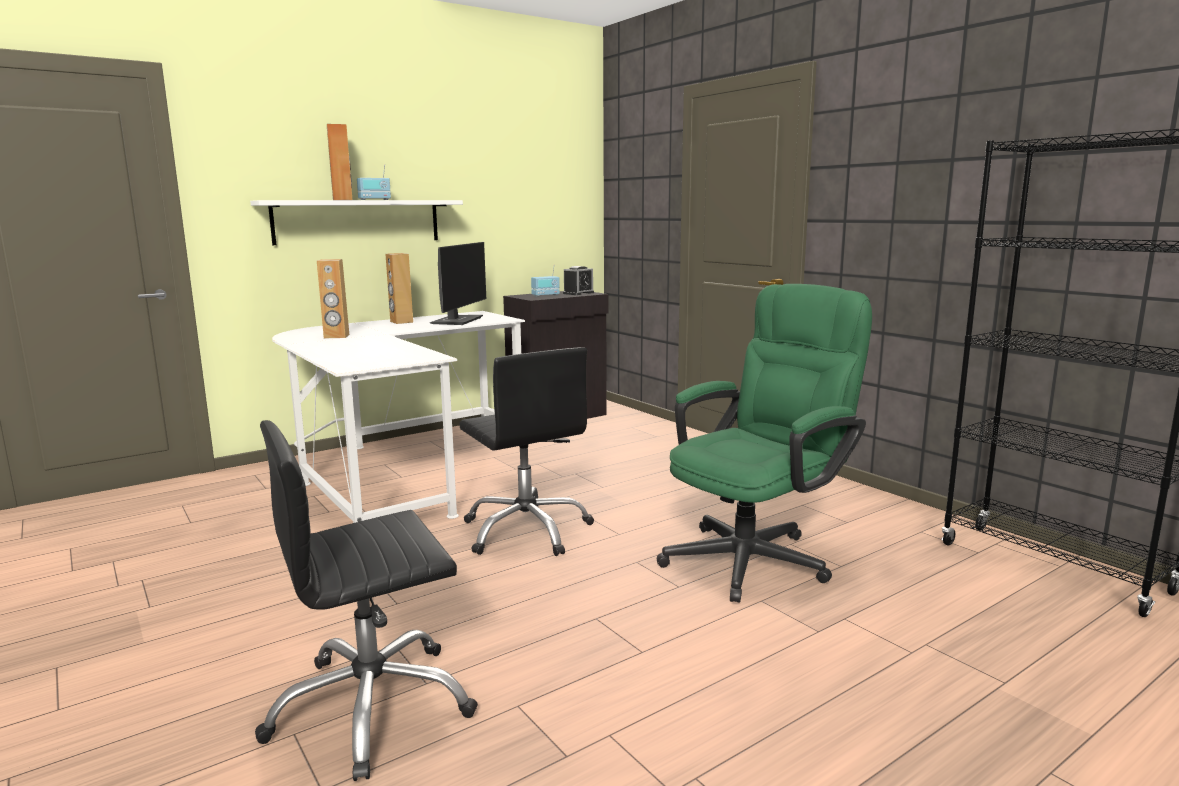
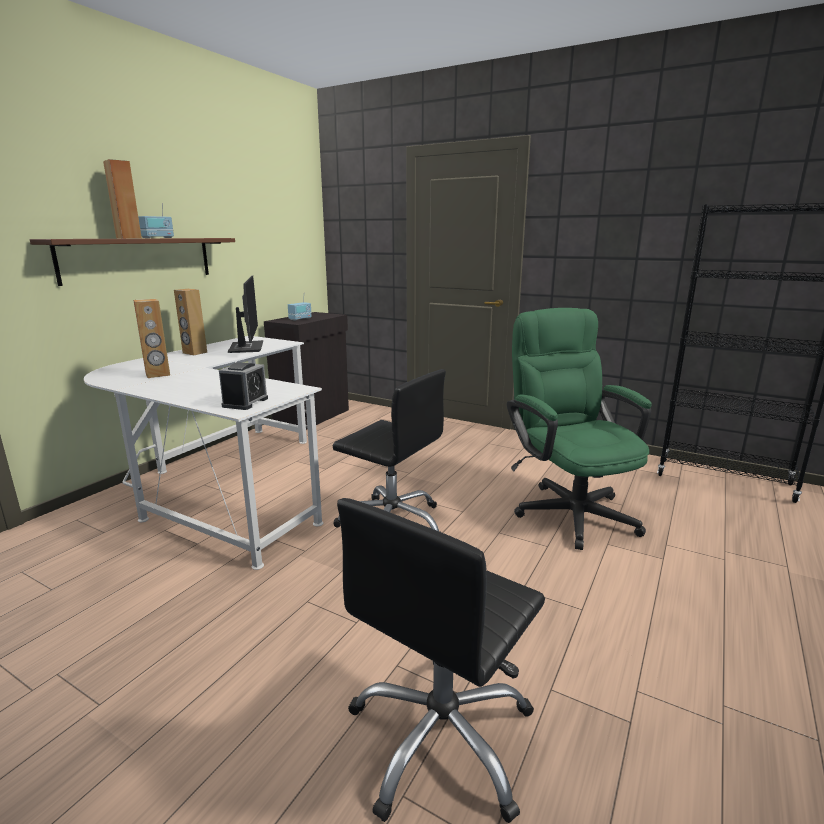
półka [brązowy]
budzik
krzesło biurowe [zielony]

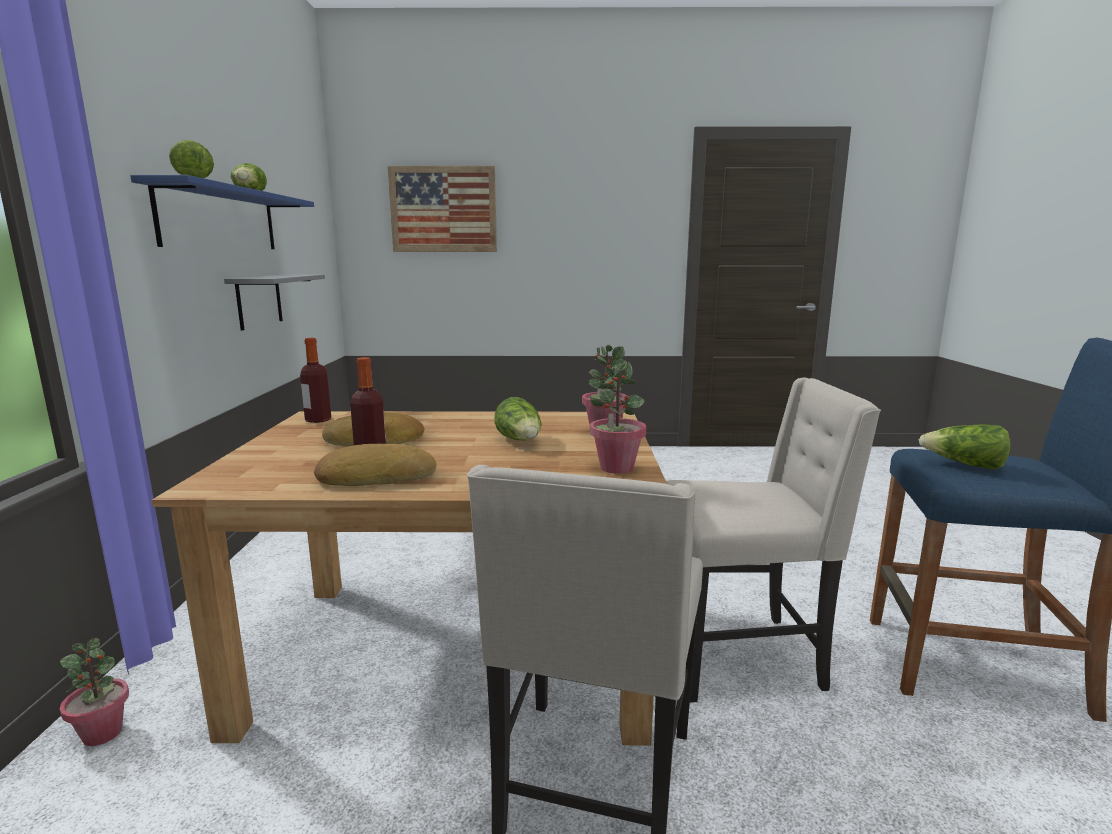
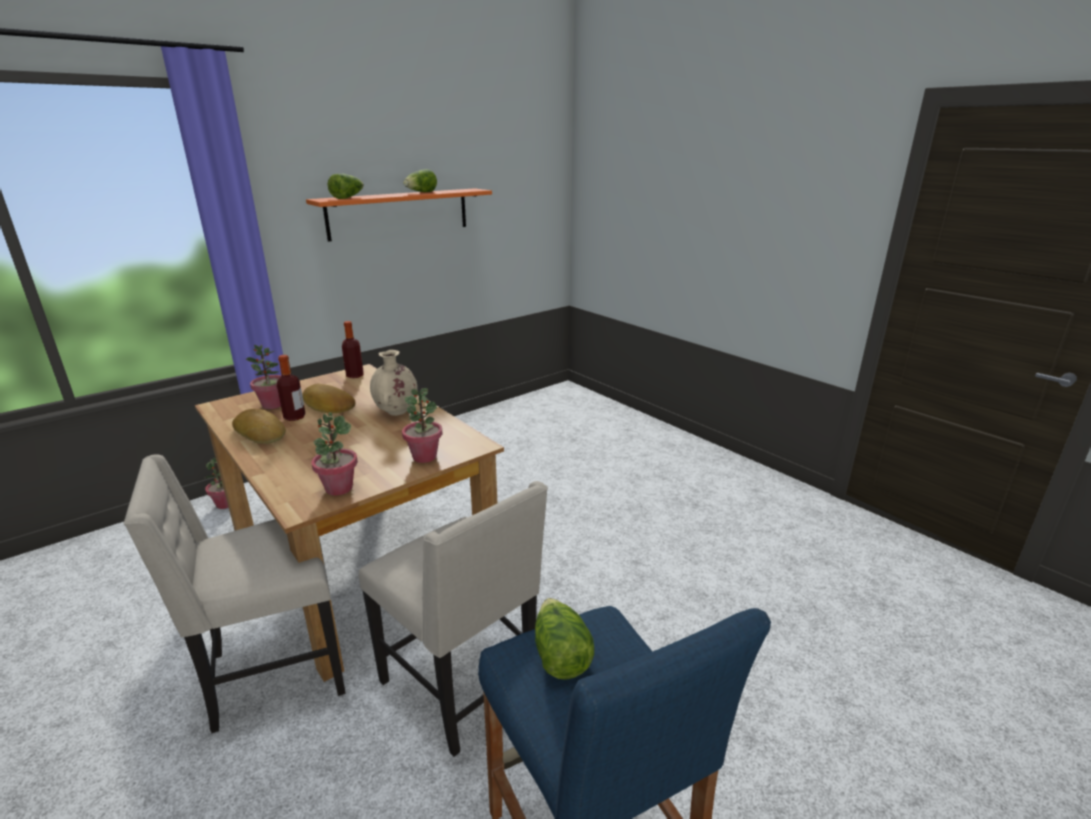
obraz
półka [pomarańczowy]
półka [szary]
sałata (3rd from left in the first image)
roślina doniczkowa (2nd from left)
wazon [beżowy]

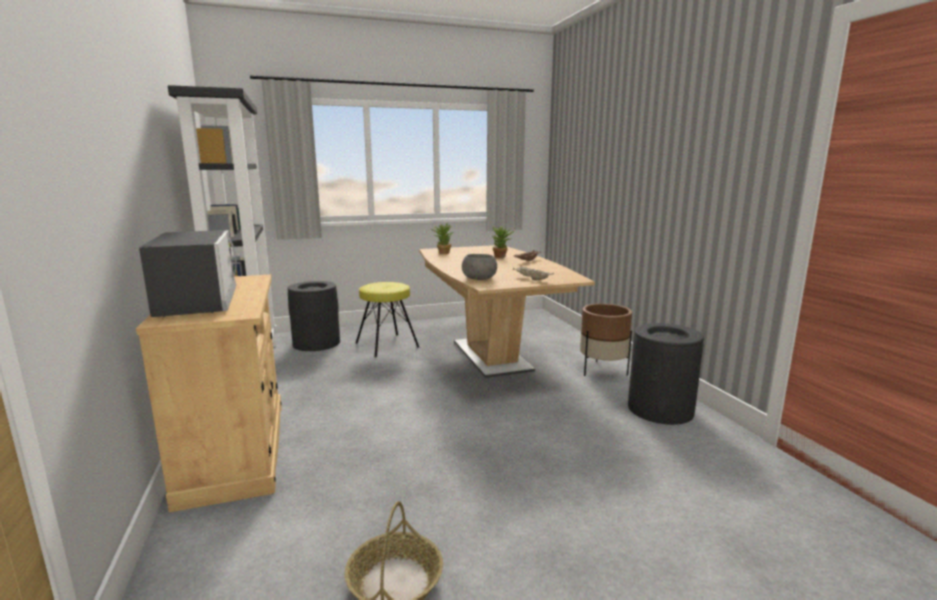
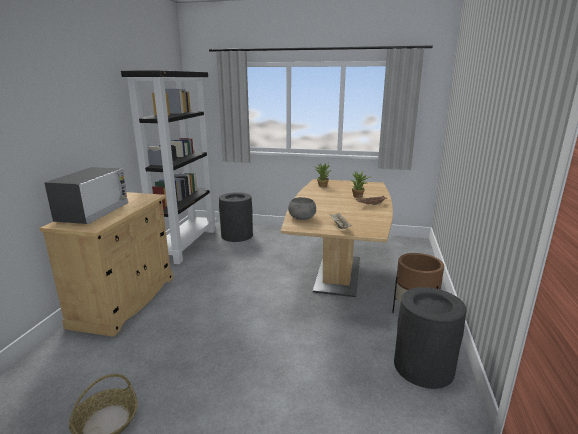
stołek [żółty]

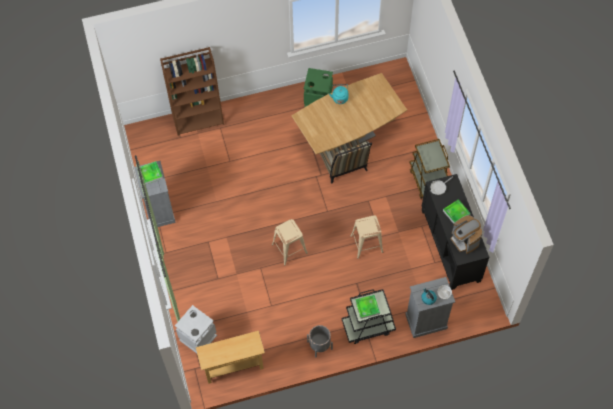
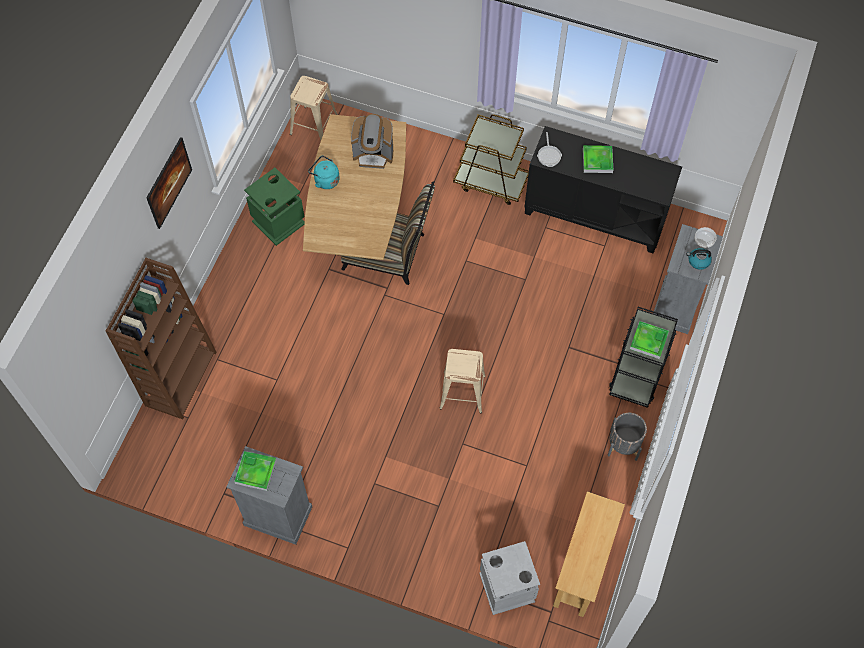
stołek [beżowy] (1st from left)
ekspres do kawy
obraz

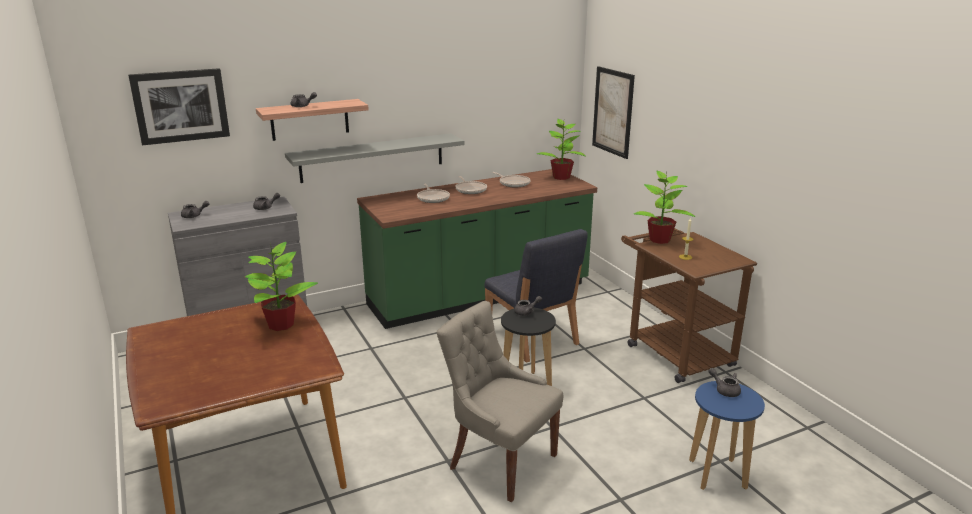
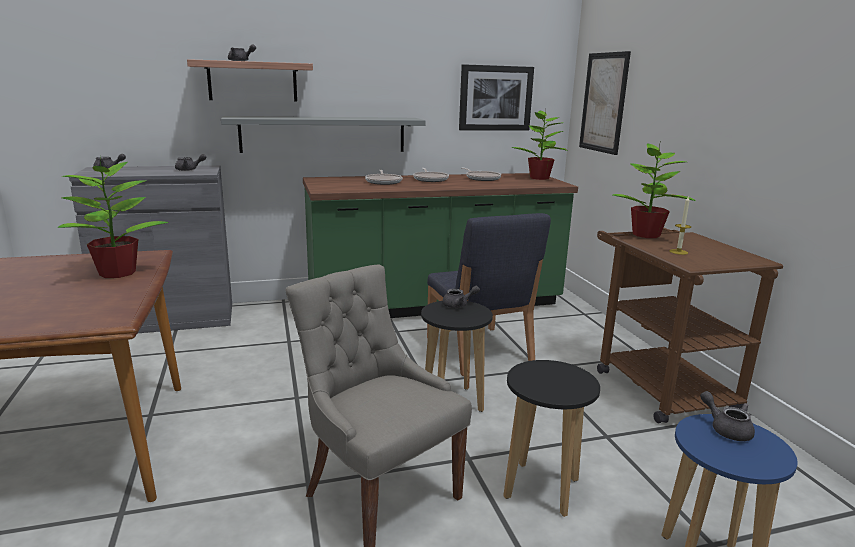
obraz (1st from left)
stołek [czarny] (2nd from left)

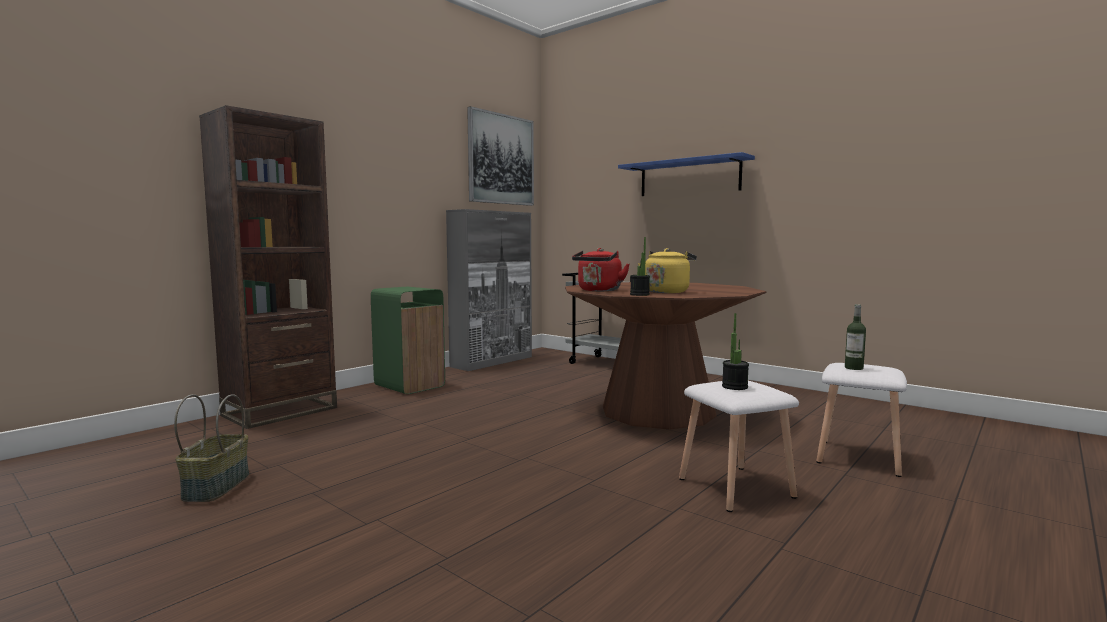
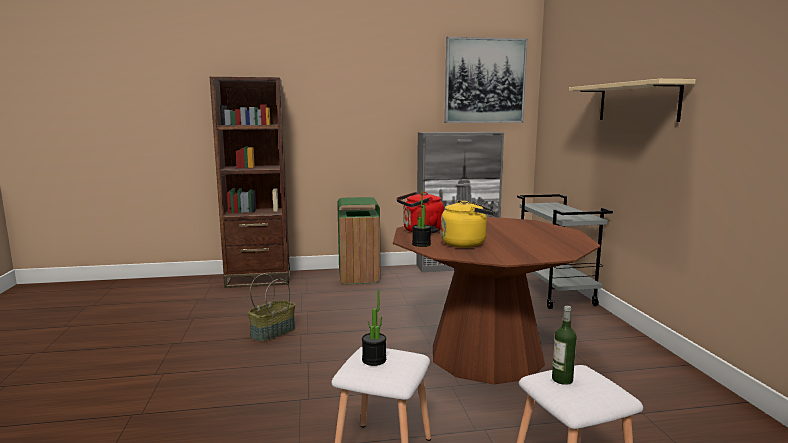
półka [beżowy]
koszyk

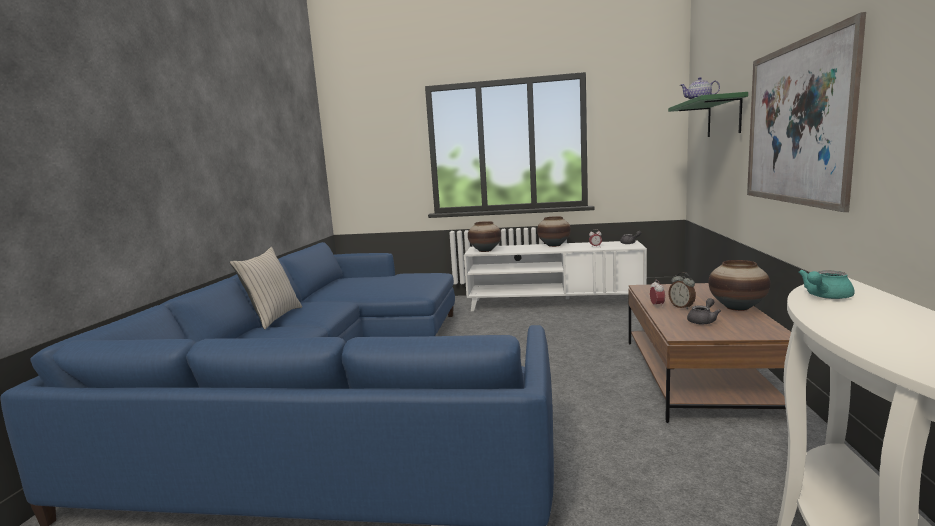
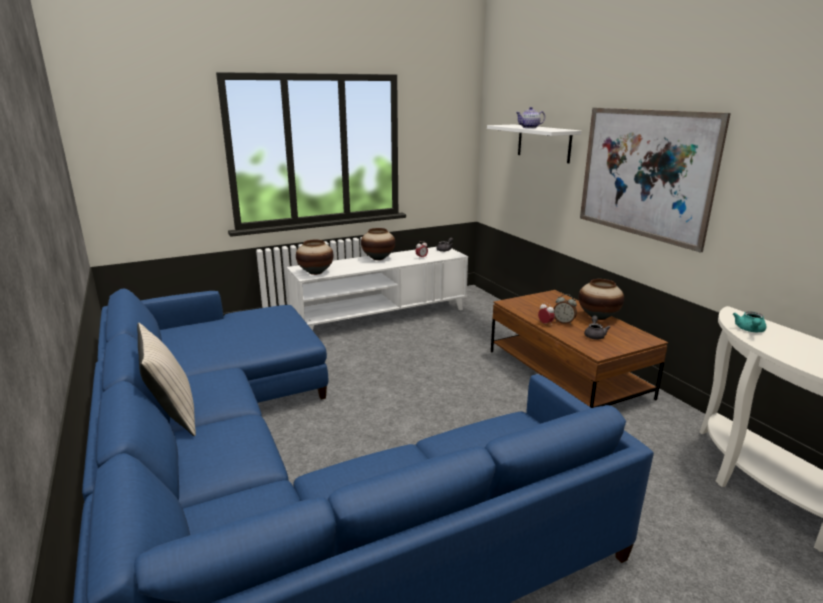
półka [biały]

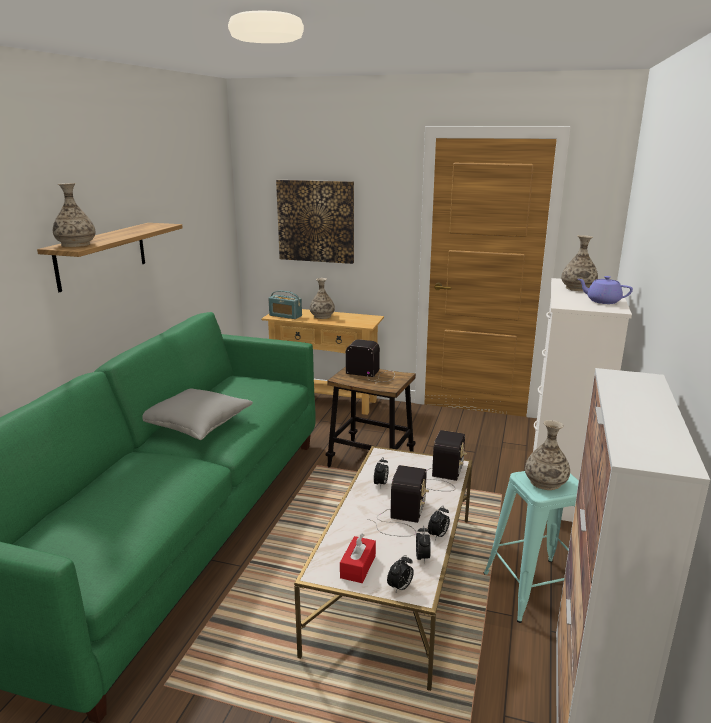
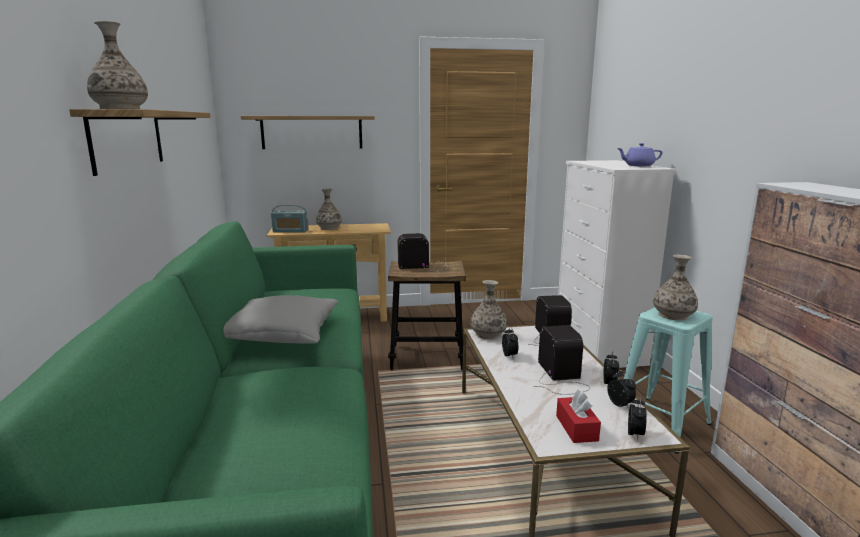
półka (2nd from left)
wazon (3rd from left)

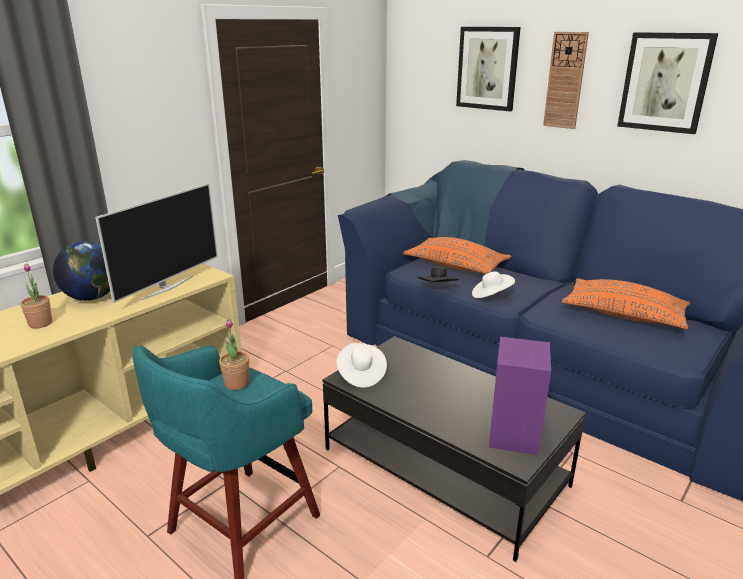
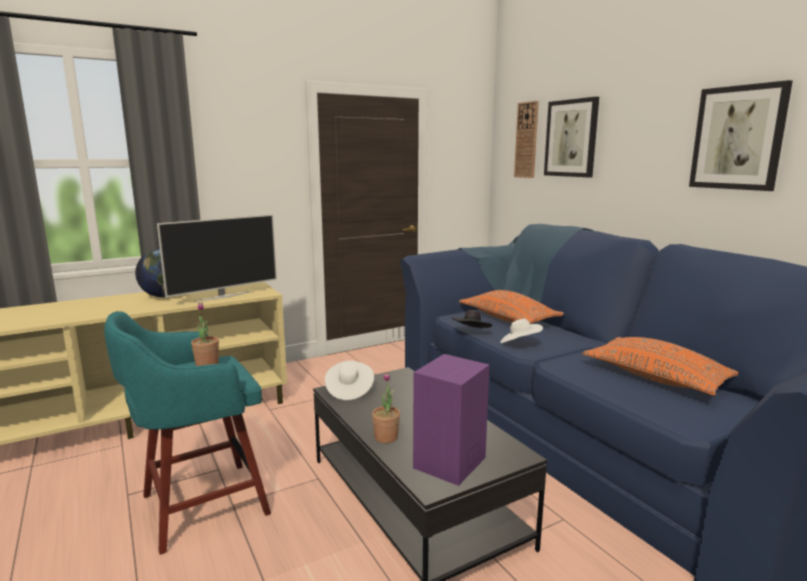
zegar ścienny
roślina doniczkowa (2nd from left)

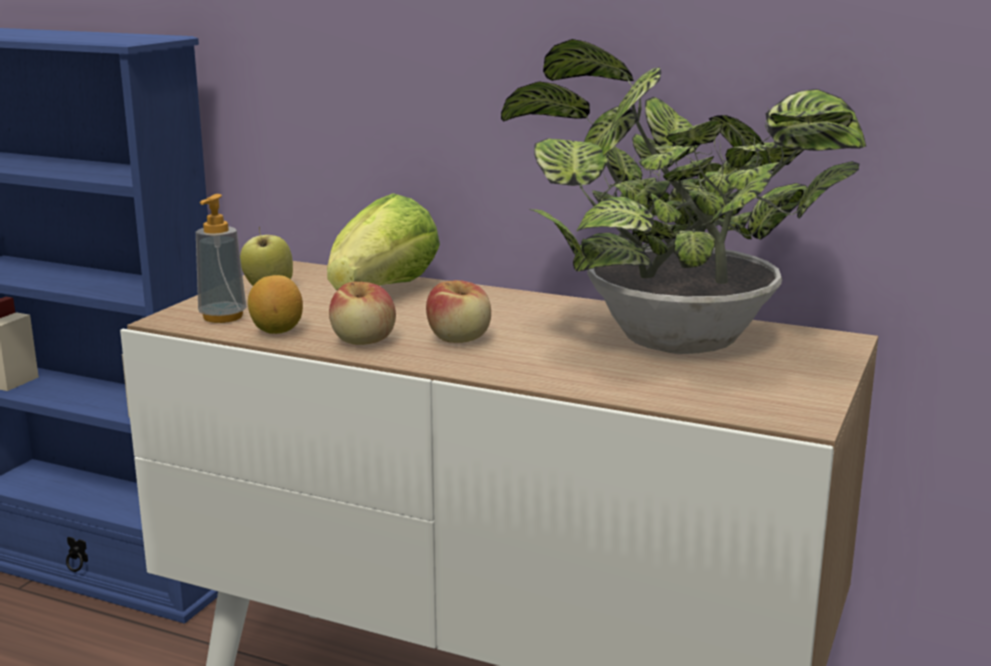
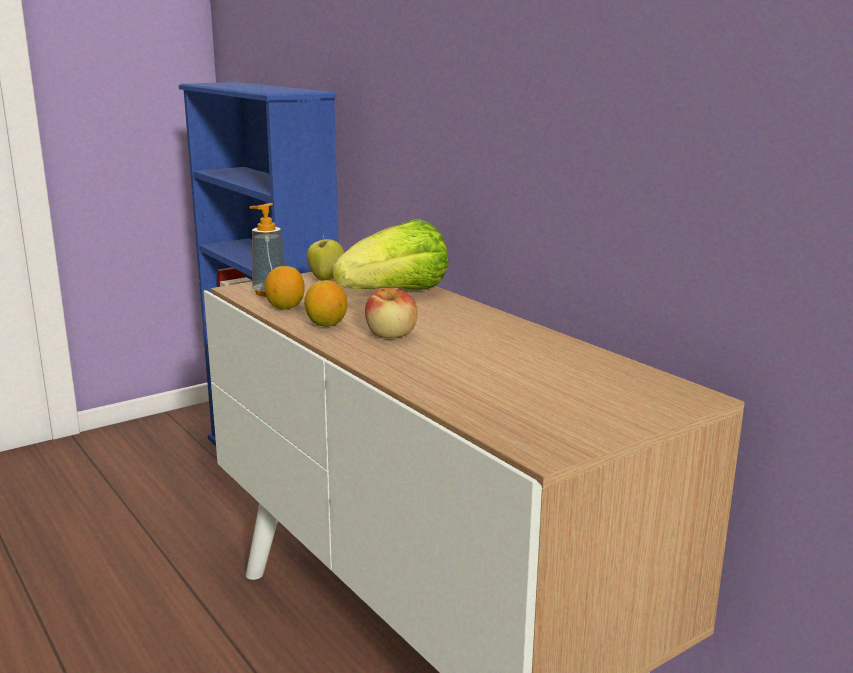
roślina doniczkowa
cytryna (2nd from left)

